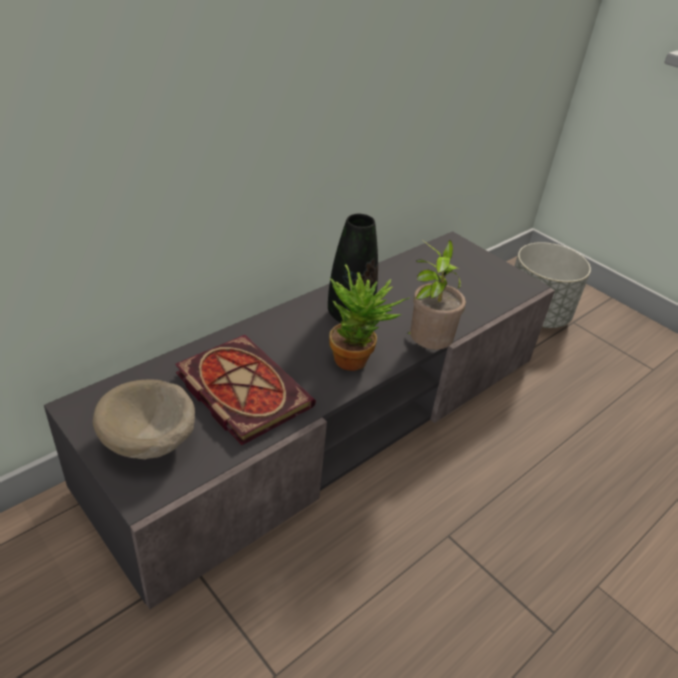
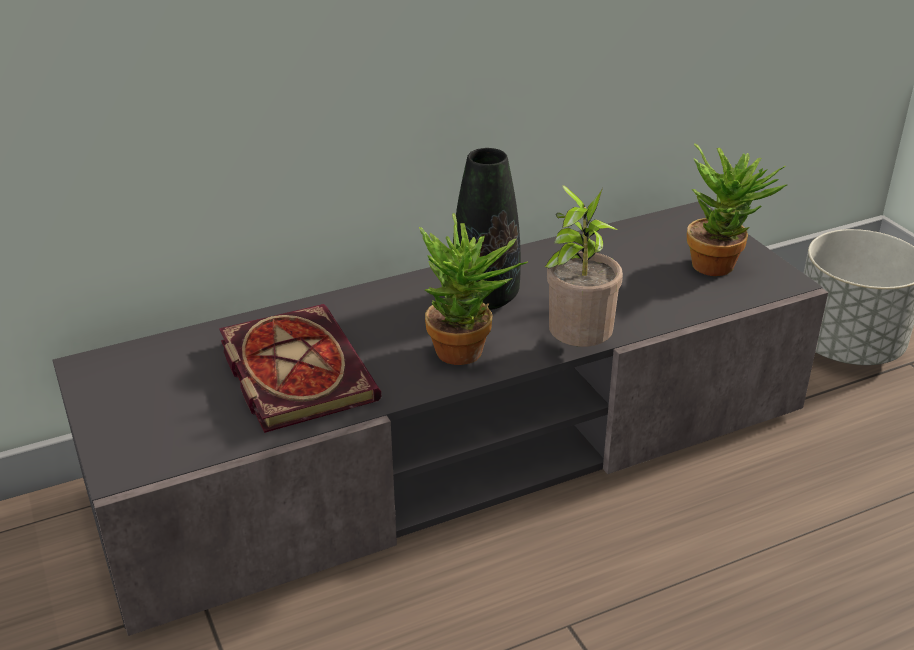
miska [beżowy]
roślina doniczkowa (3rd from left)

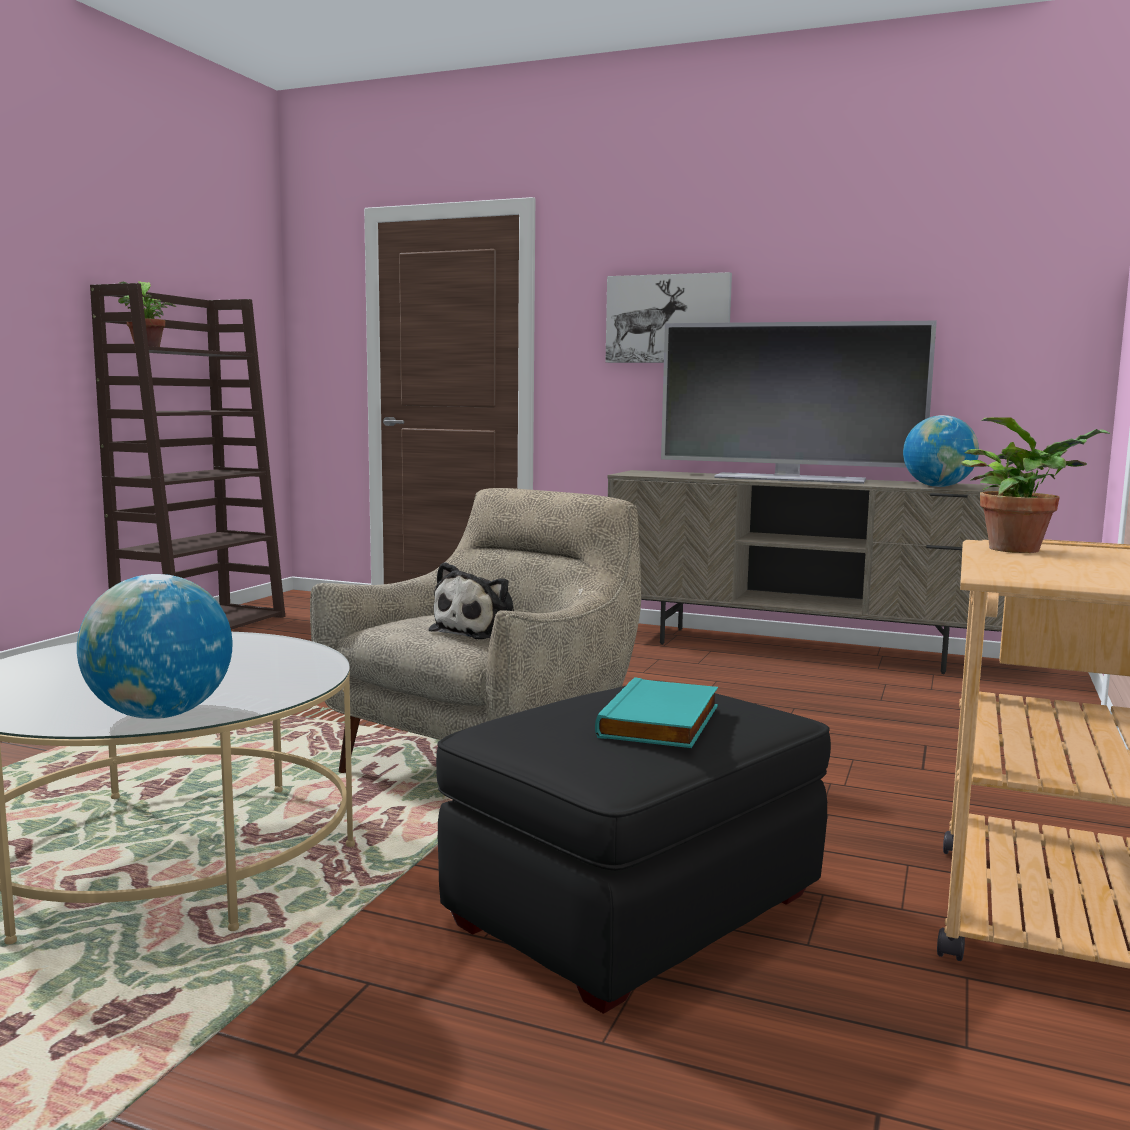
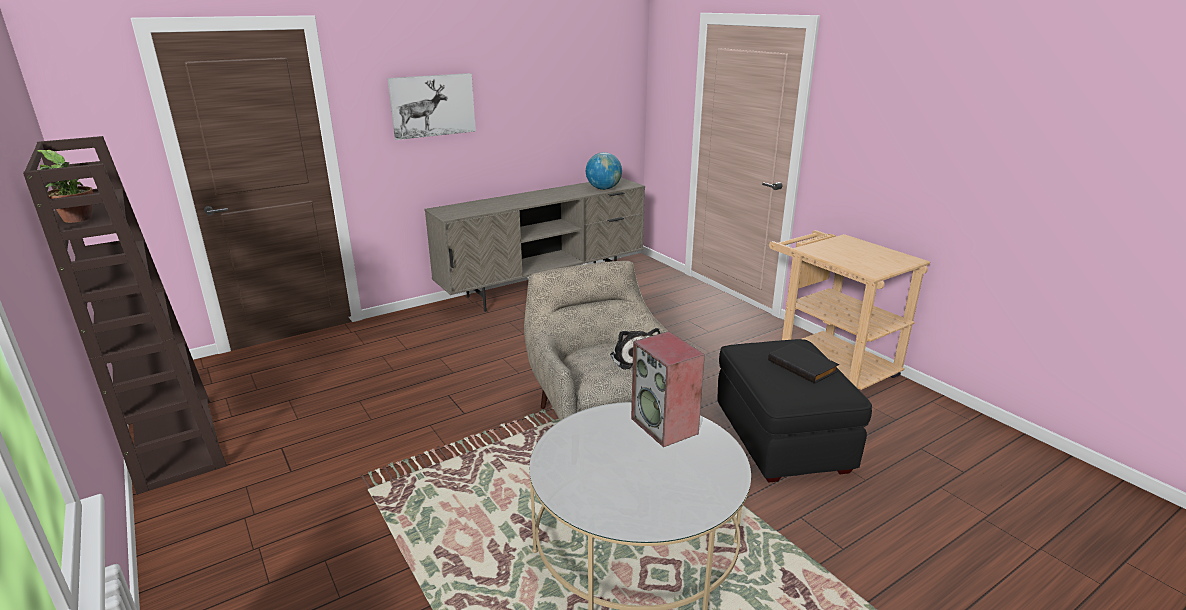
telewizor
roślina doniczkowa (2nd from left in the first image)
globus (1st from left in the first image)
książka [czarny]
głośnik

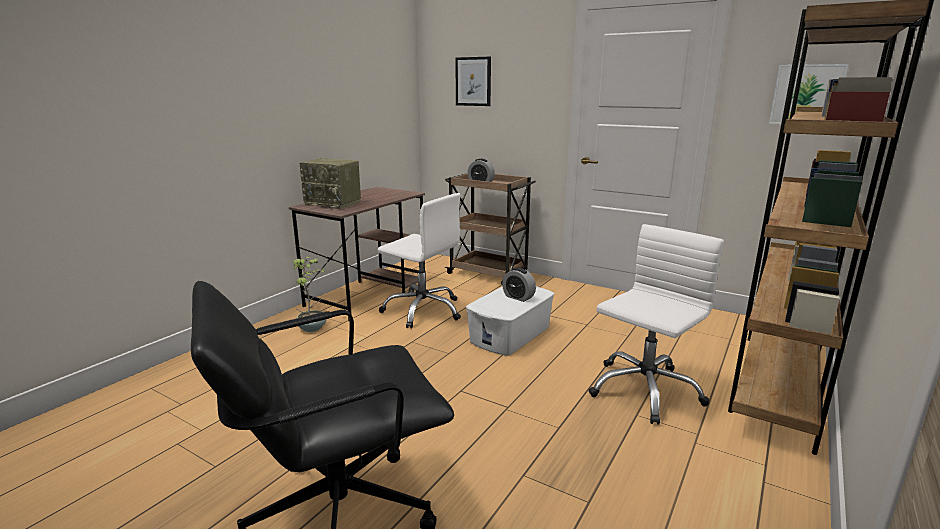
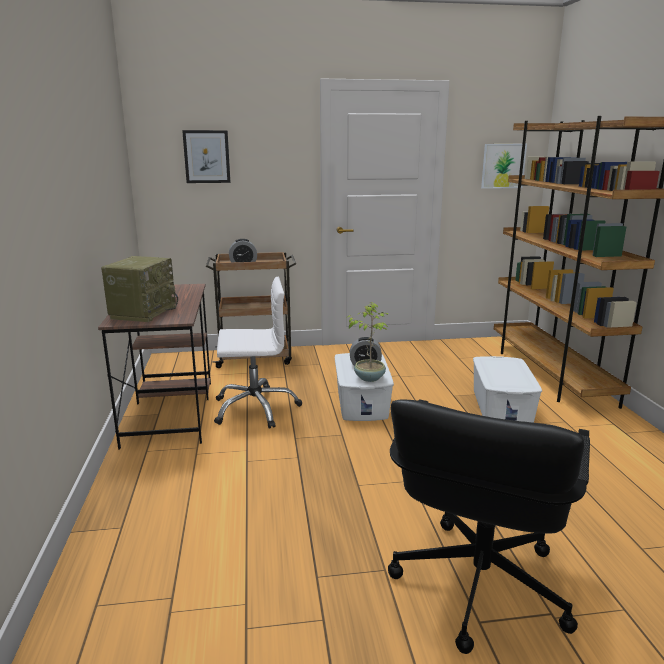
radio
pojemnik do przechowywania [biały] (2nd from left)
roślina doniczkowa

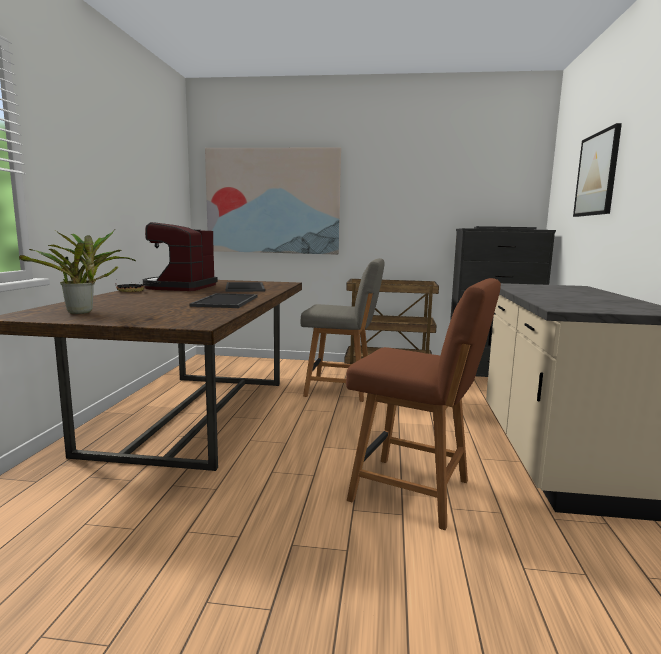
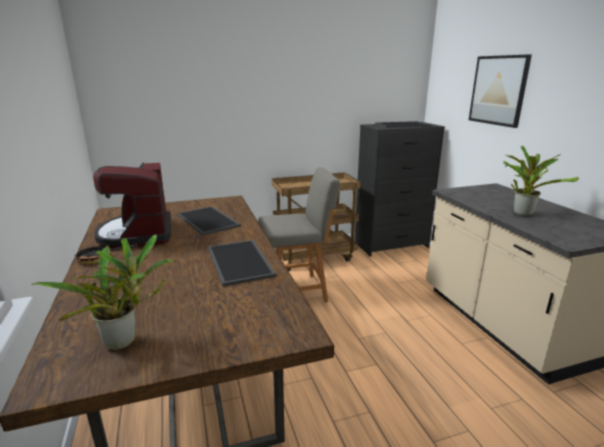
obraz (1st from left in the first image)
krzesło [brązowy]
roślina doniczkowa (2nd from left)

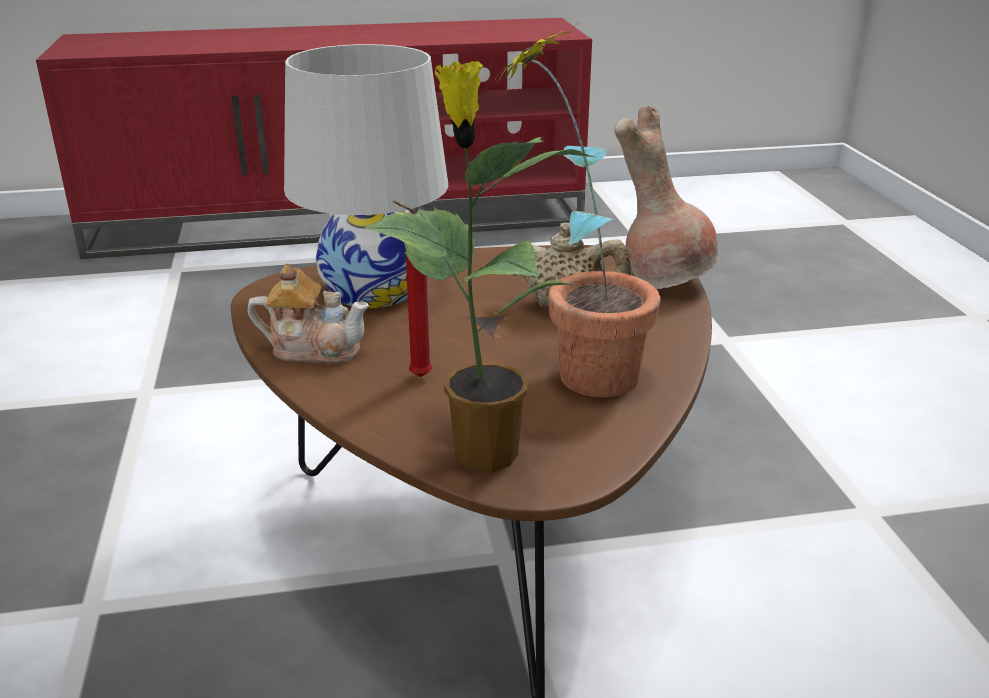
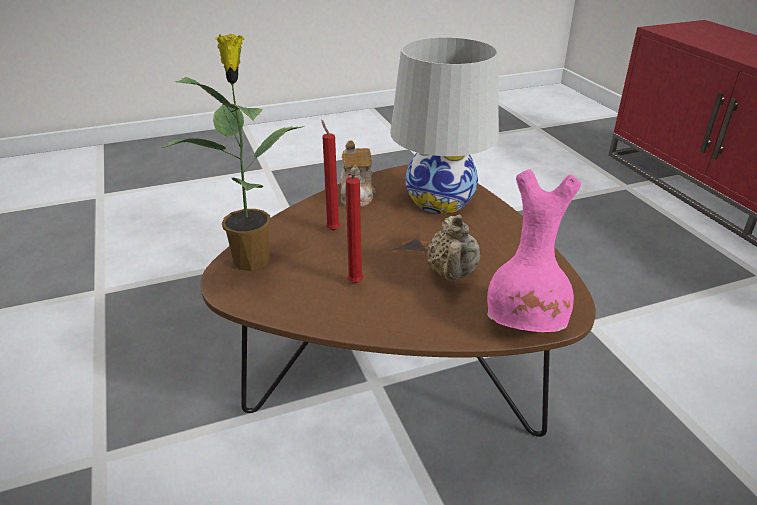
świeca [czerwony] (2nd from left)
wazon [różowy]

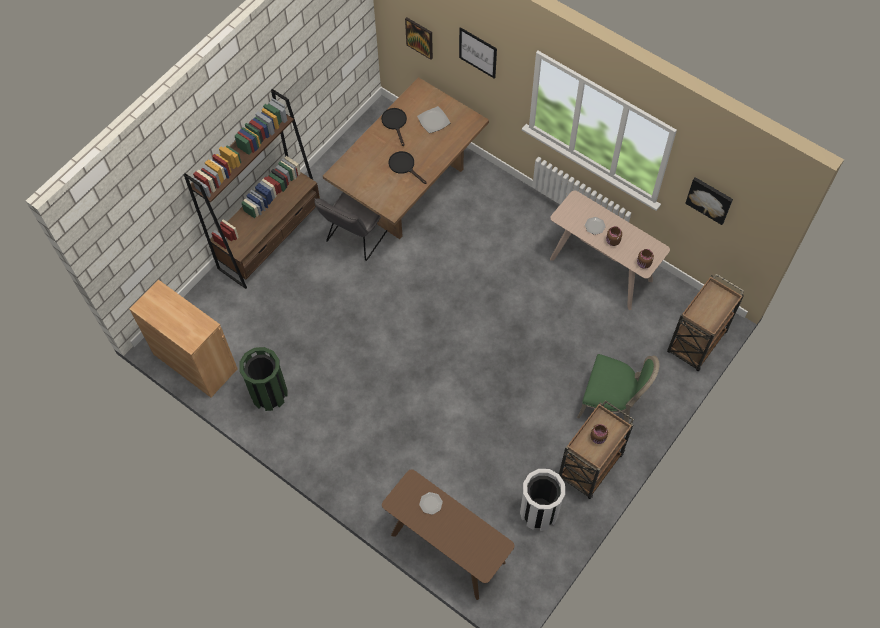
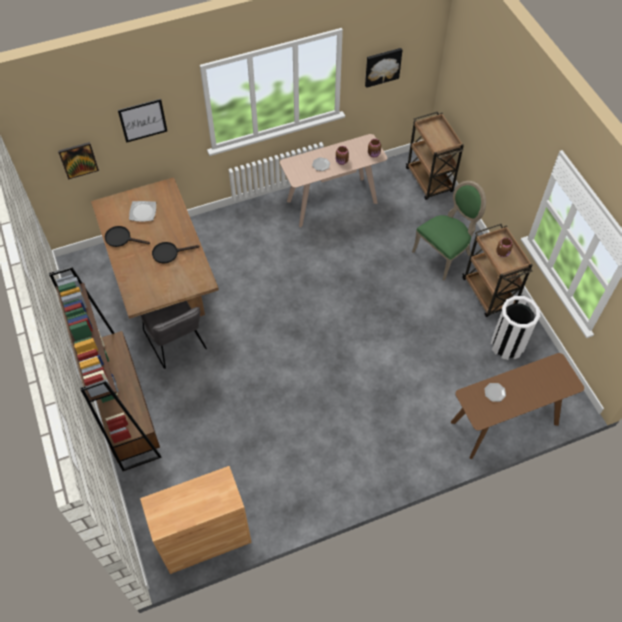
kosz na śmieci [zielony]

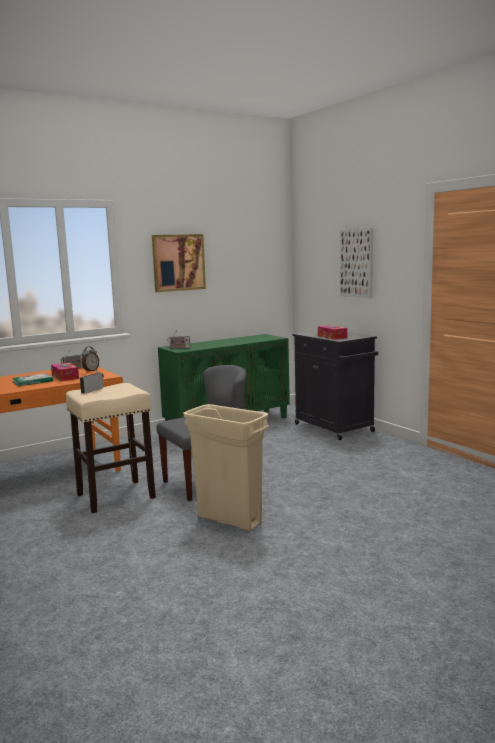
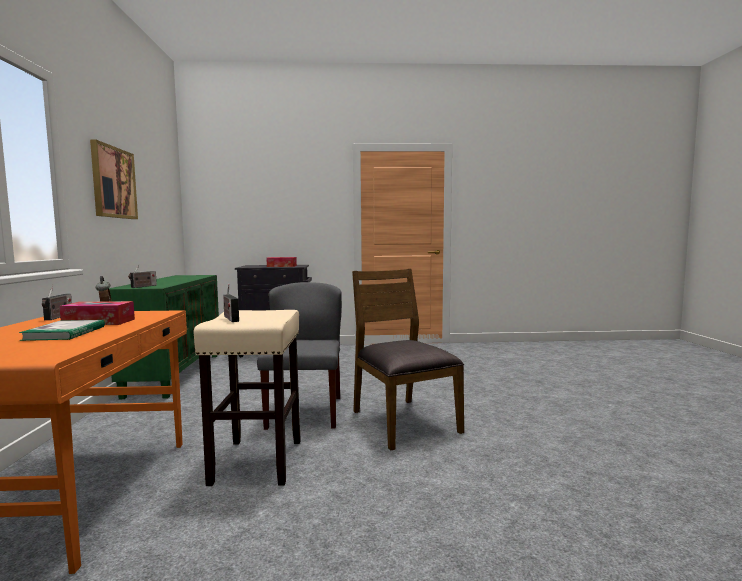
obraz (2nd from left in the first image)
krzesło [brązowy]

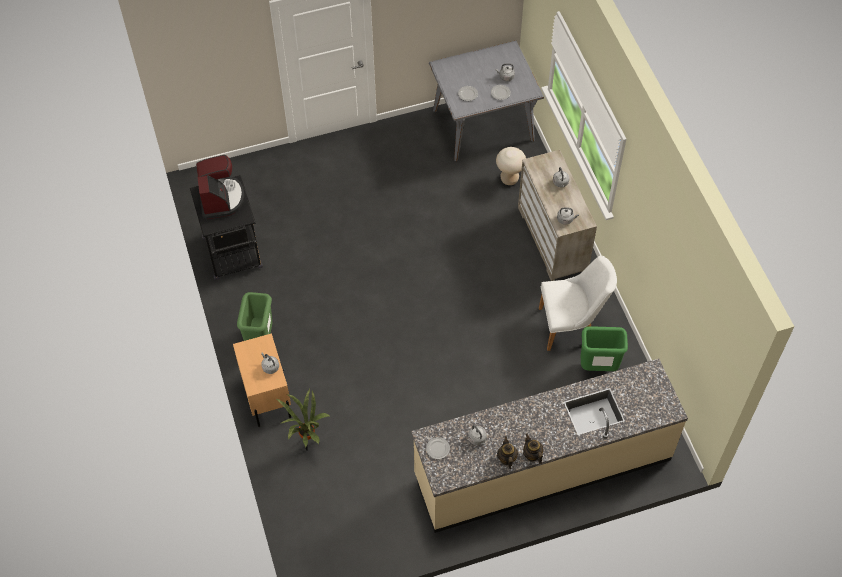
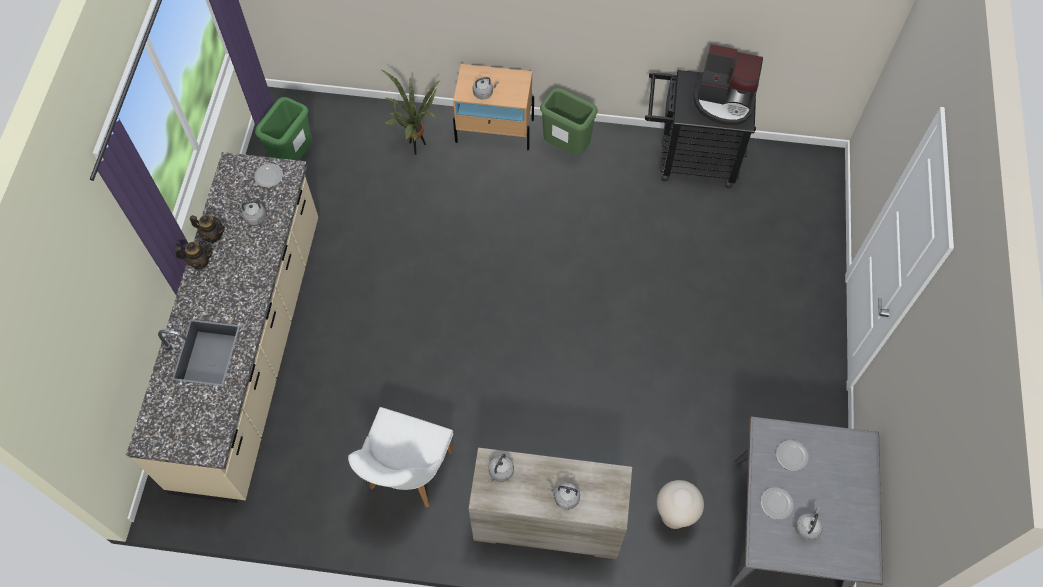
kosz na śmieci [zielony] (1st from left)

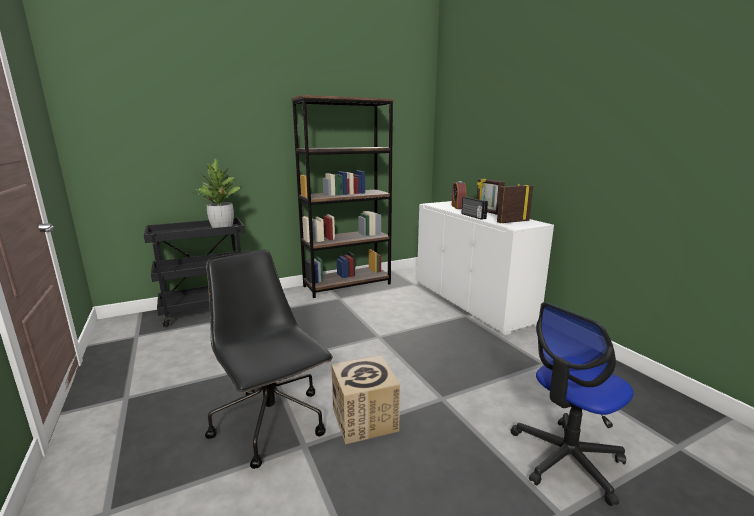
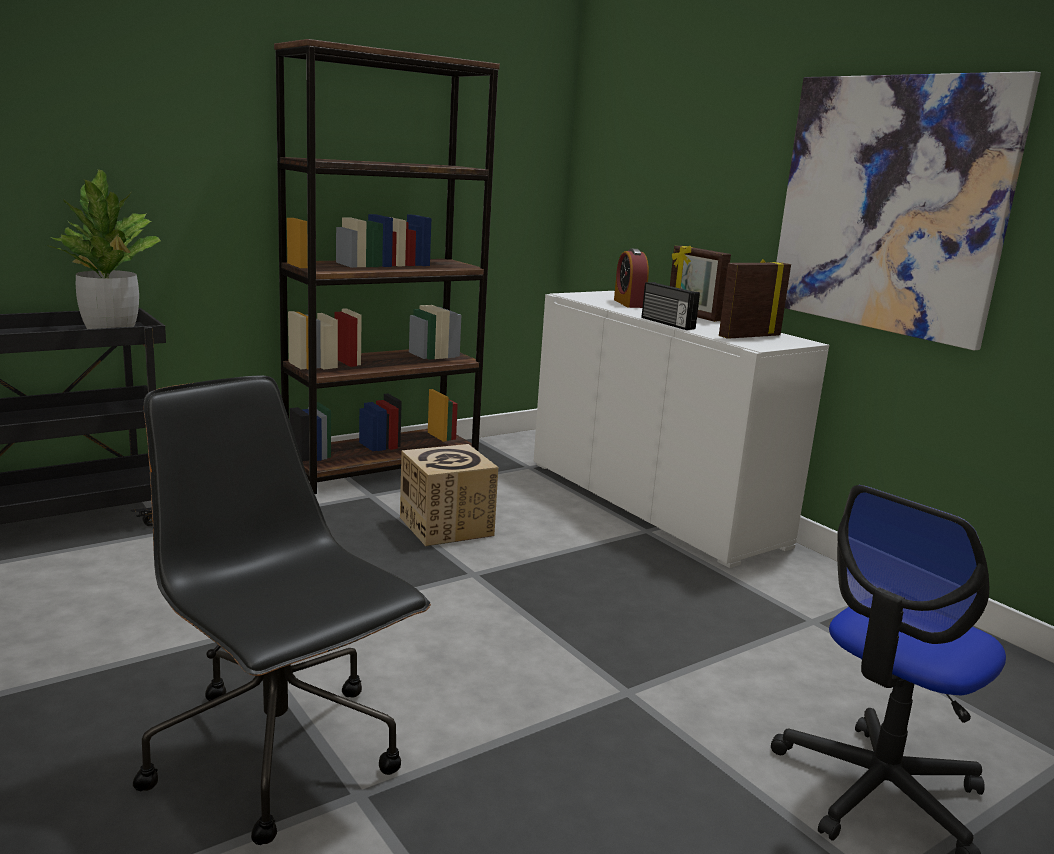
karton
obraz

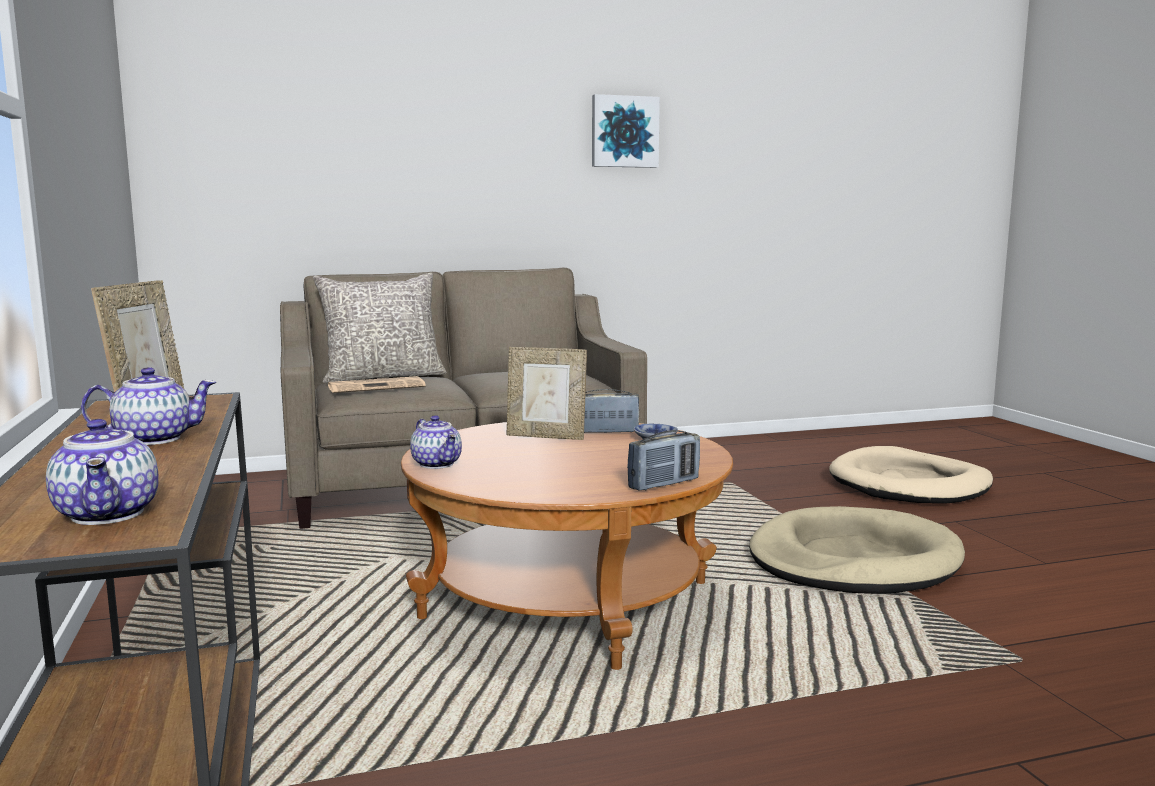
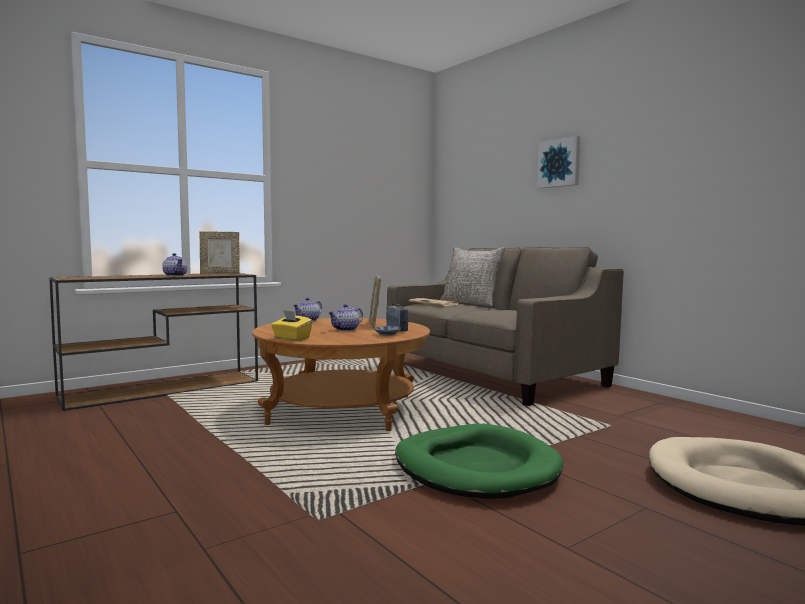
obraz
imbryk (3rd from left)
pudełko chusteczek [żółty]
legowisko [zielony]

